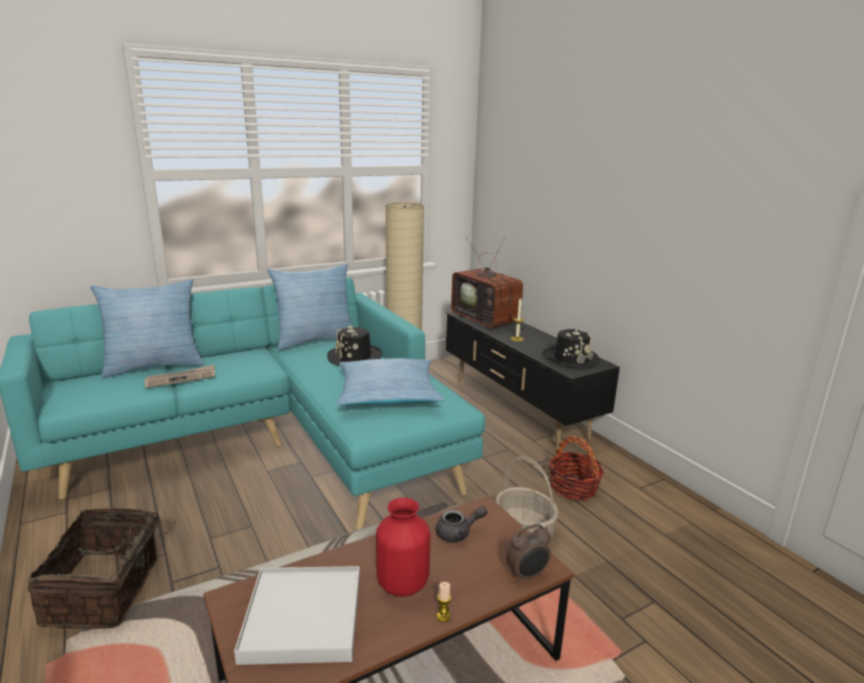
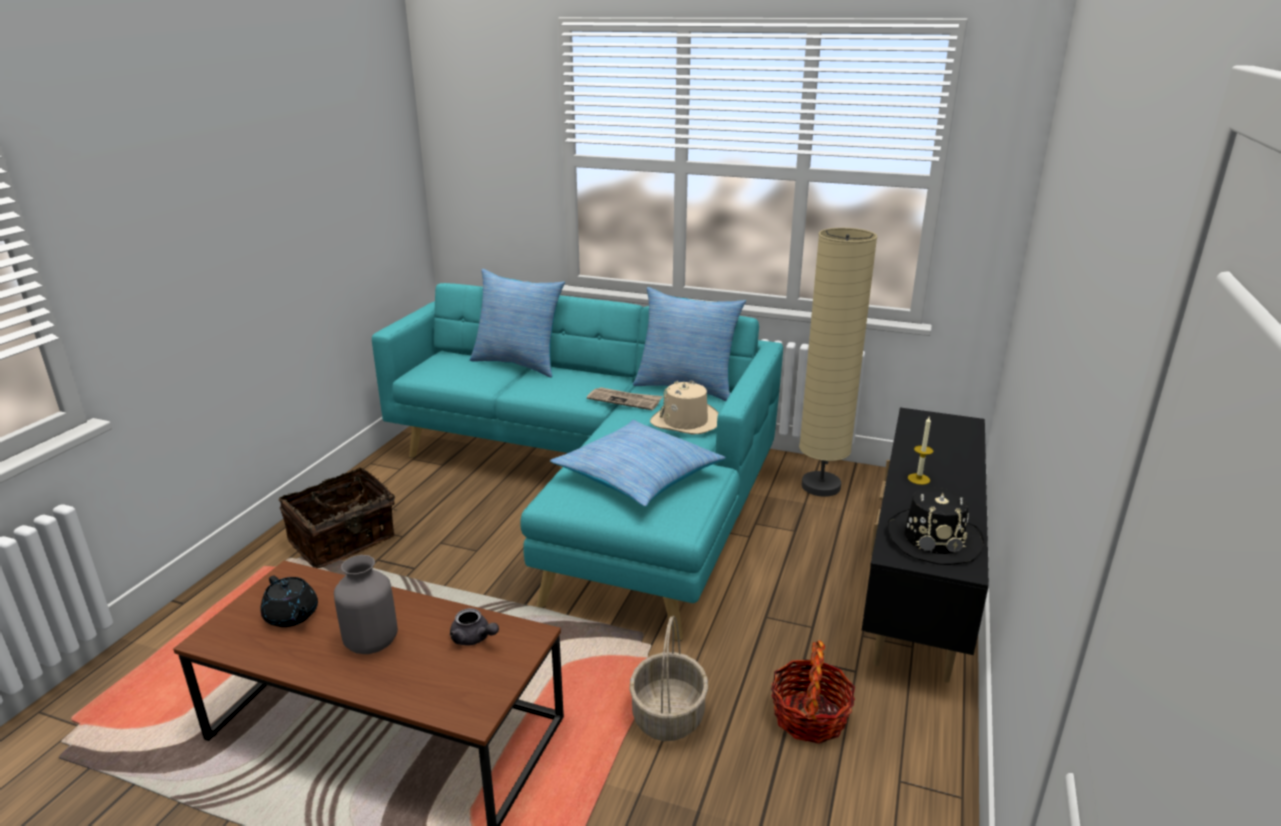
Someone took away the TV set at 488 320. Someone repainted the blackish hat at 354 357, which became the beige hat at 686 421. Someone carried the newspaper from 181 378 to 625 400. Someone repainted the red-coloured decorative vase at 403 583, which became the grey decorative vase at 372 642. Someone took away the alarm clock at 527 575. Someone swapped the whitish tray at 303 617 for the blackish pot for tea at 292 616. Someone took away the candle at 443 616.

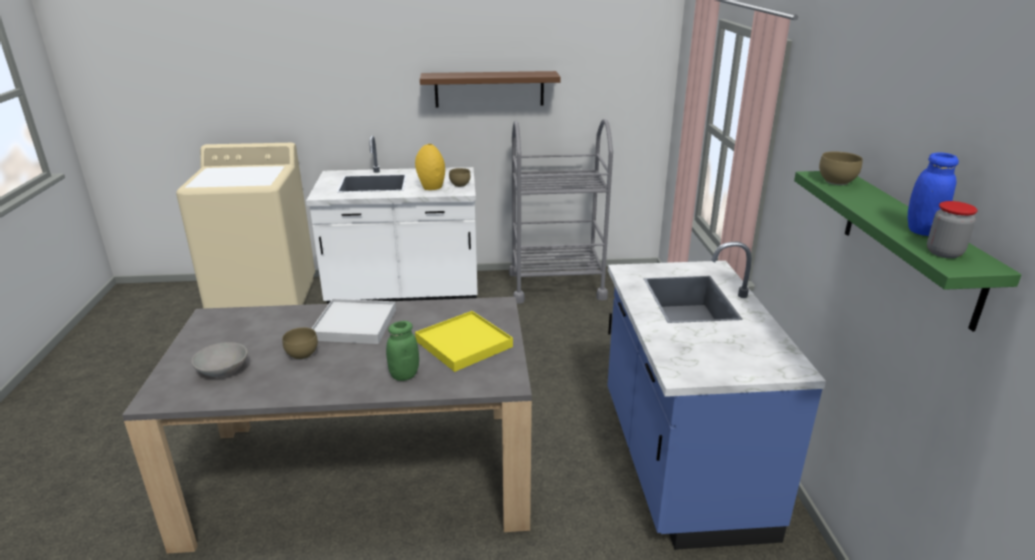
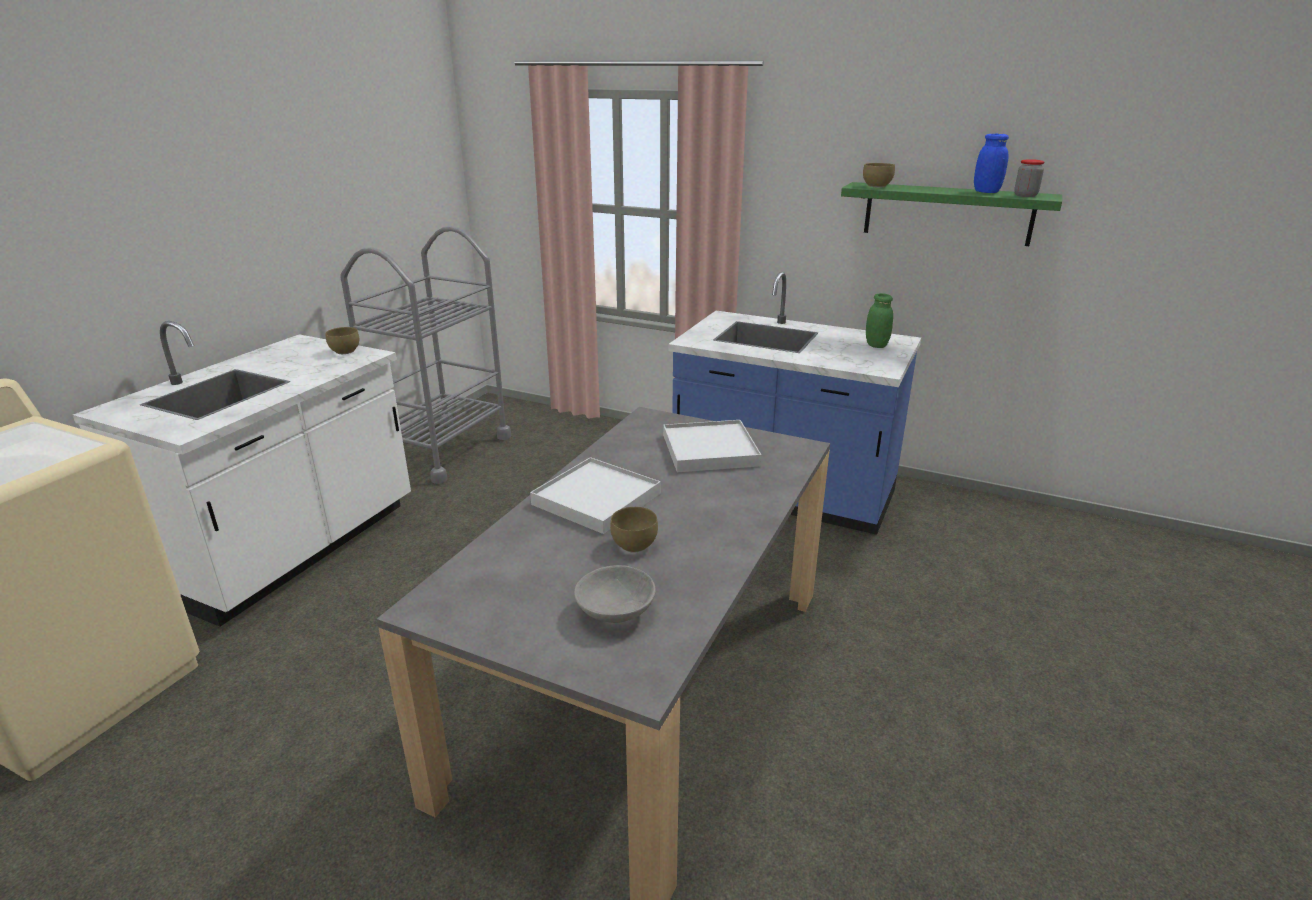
Someone took away the brownish shelf at 489 89. Someone took away the yellow-coloured decorative vase at 431 187. Someone repainted the yellow-coloured tray at 463 344, which became the whitish tray at 709 450. Someone carried the green jar from 404 375 to 876 345.

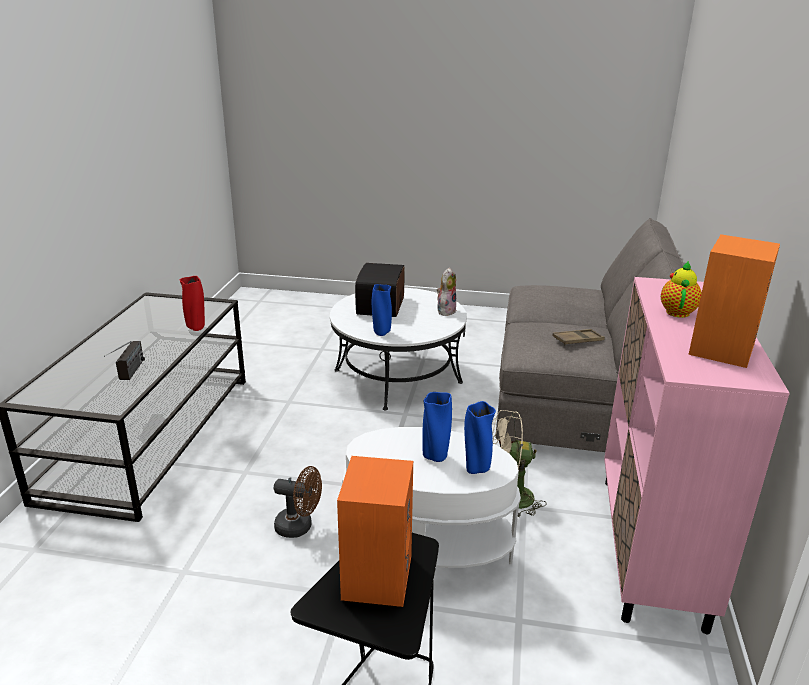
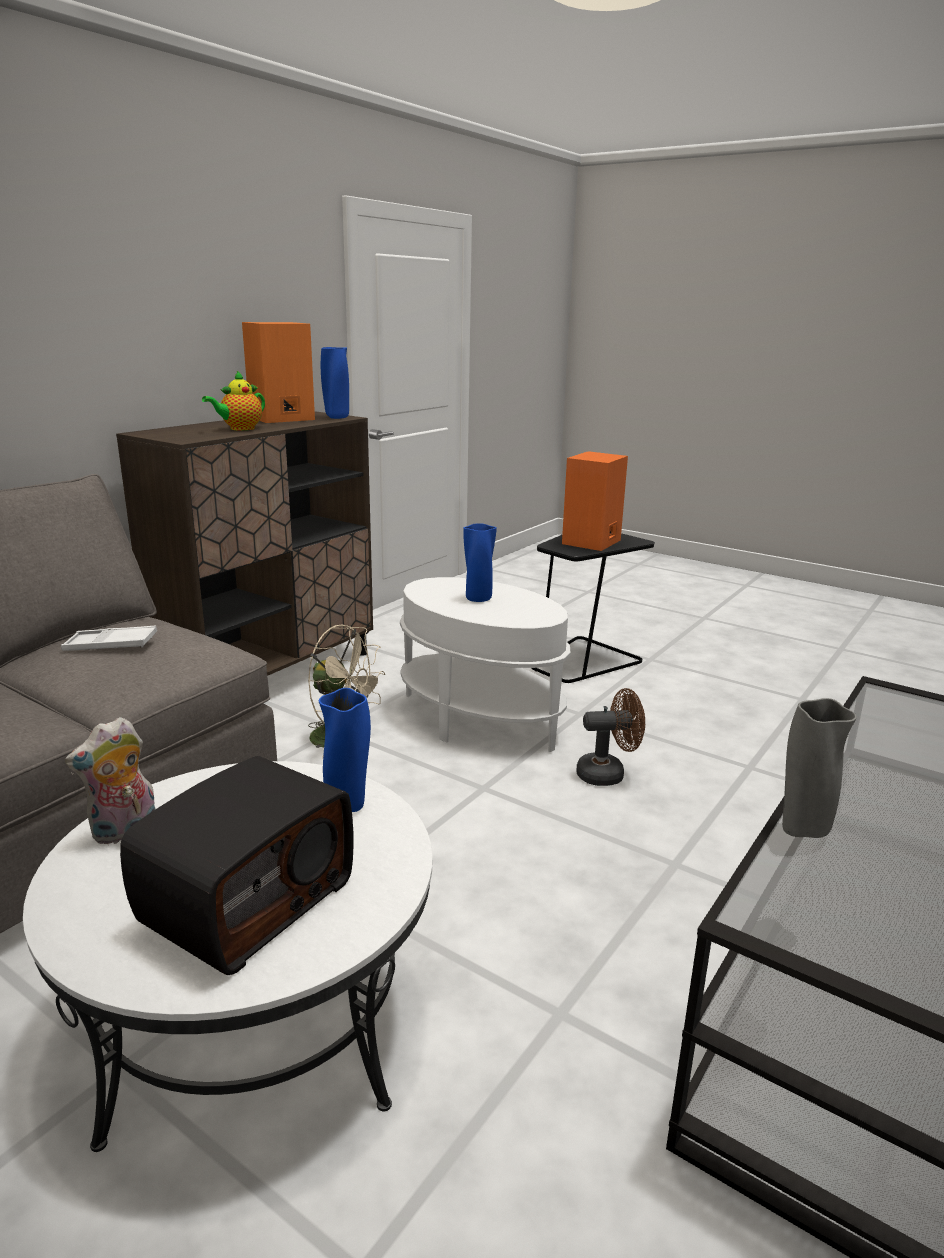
Someone repainted the red-coloured decorative vase at 196 328, which became the grey decorative vase at 802 830. Someone repainted the pink cupboard at 651 548, which became the brownish cupboard at 272 676. Someone repainted the brownish tray at 577 340, which became the whitish tray at 111 645. Someone took away the radio at 129 375. Someone carried the bluish decorative vase from 476 469 to 336 417. Someone rotated the brownish fan at 299 527 by 135 degrees clockwise.

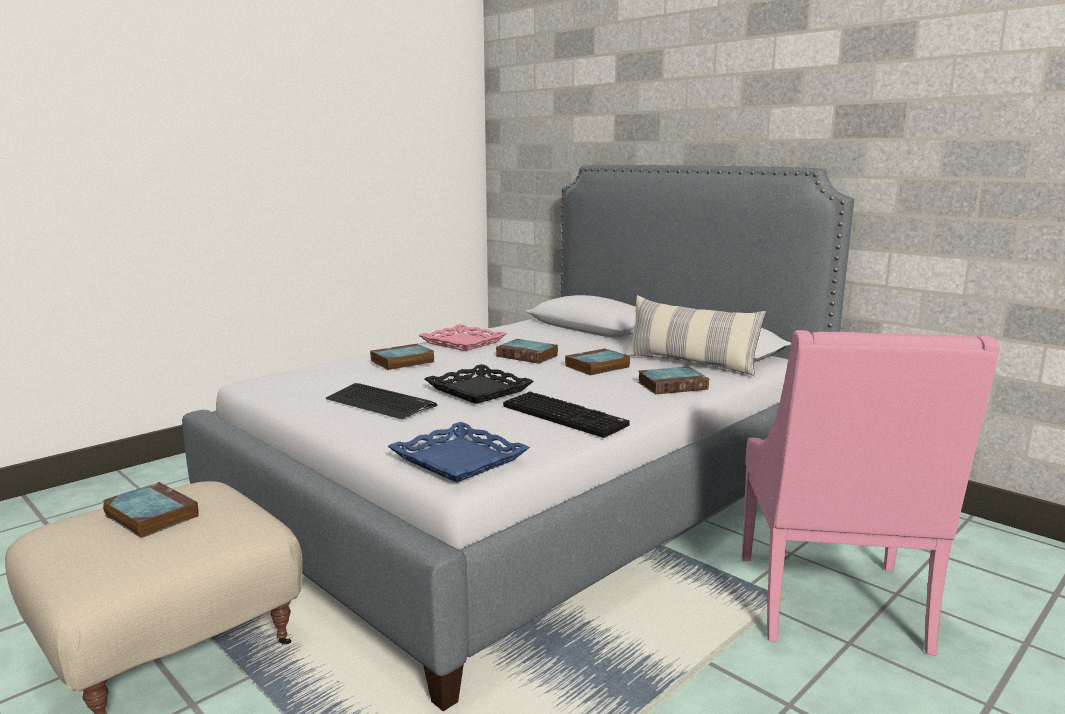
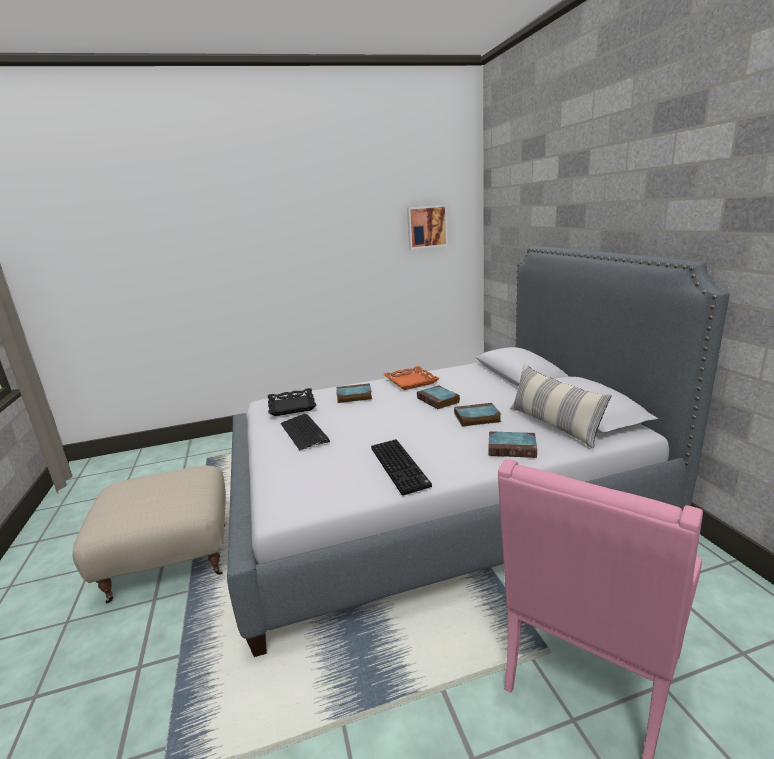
Someone repainted the pink tray at 462 343, which became the orangey tray at 410 381. Someone carried the blackish tray from 479 390 to 292 406. Someone took away the bluish tray at 457 460. Someone took away the volume at 149 515. Someone put up the picture at 426 227.

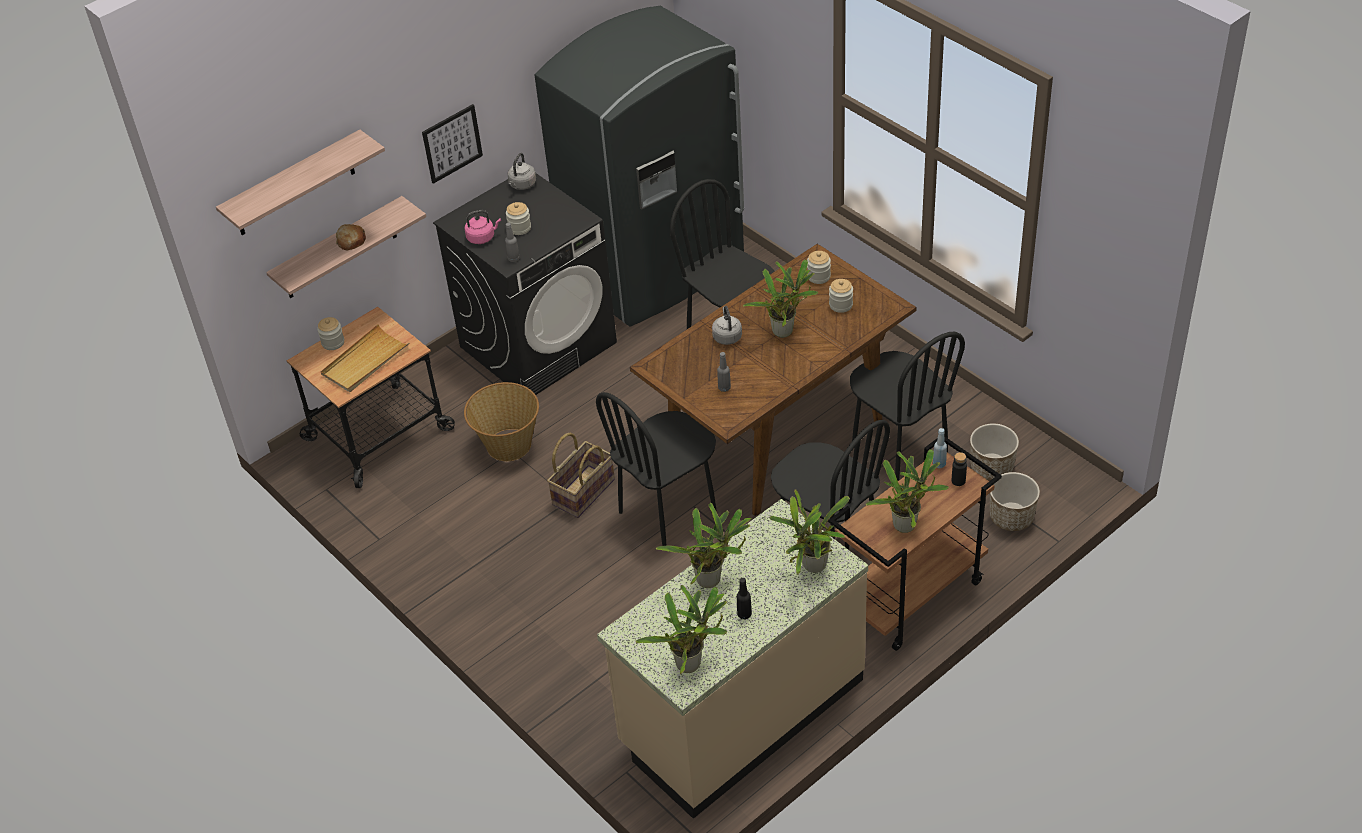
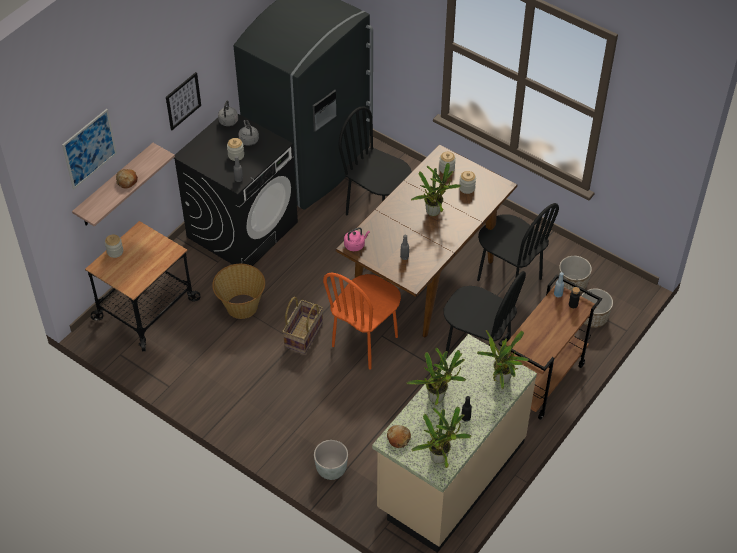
Someone swapped the shelf at 293 185 for the picture at 89 148. Someone carried the pink water kettle from 482 237 to 355 245. Someone carried the grey water kettle from 727 336 to 248 139. Someone took away the beige tray at 365 361. Someone repainted the blackish plain chair at 668 512, which became the orangey plain chair at 365 342. Someone took away the houseplant at 907 524. Someone put down the bakery bread at 398 438. Someone put down the grey planter at 331 470.

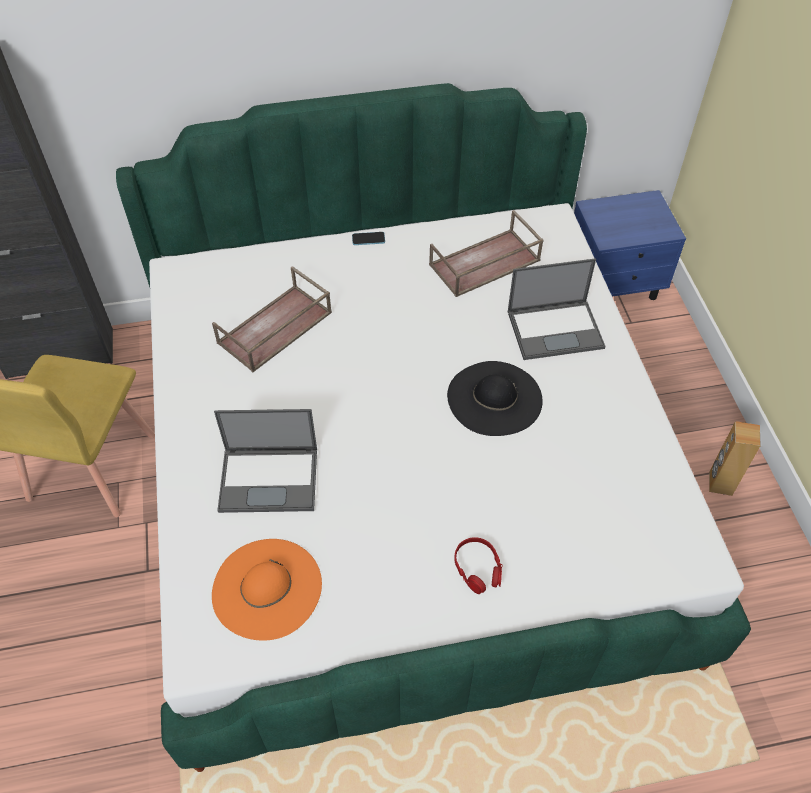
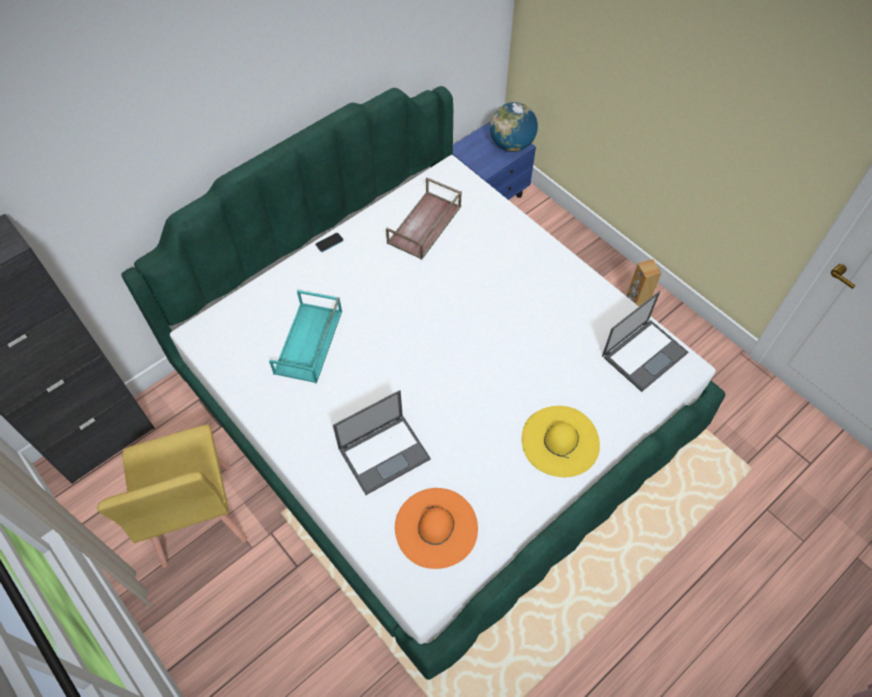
Someone carried the portable computer from 556 329 to 644 354. Someone repainted the brownish tray at 275 329, which became the turquoise-coloured tray at 309 343. Someone took away the blackish hat at 494 398. Someone swapped the red-coloured headset at 478 568 for the yellow-coloured hat at 560 441. Someone put down the world globe at 511 145.

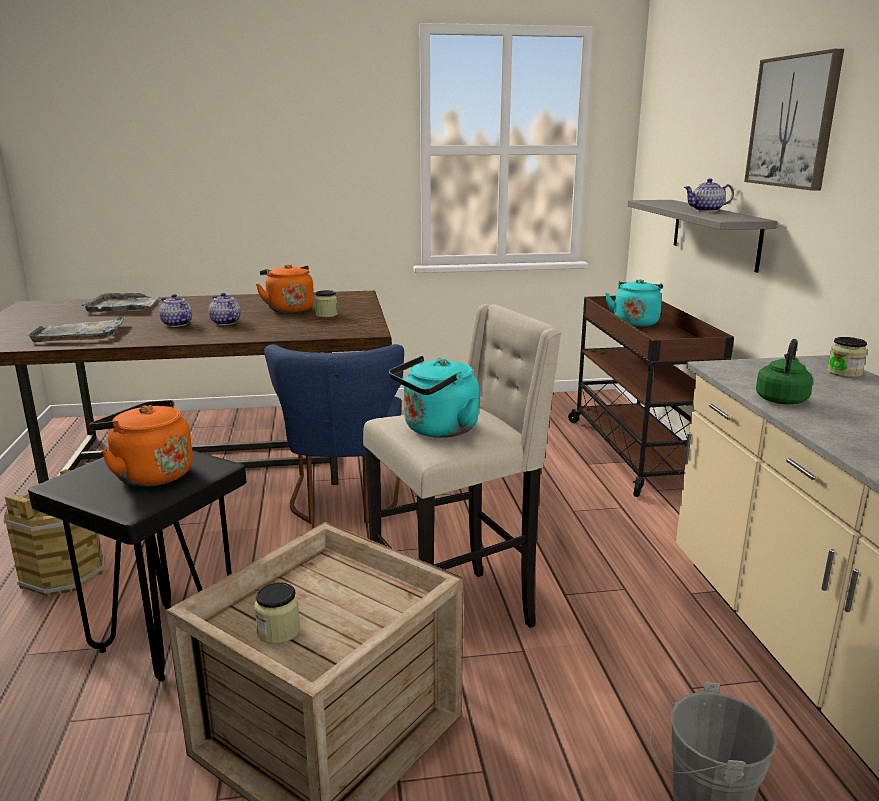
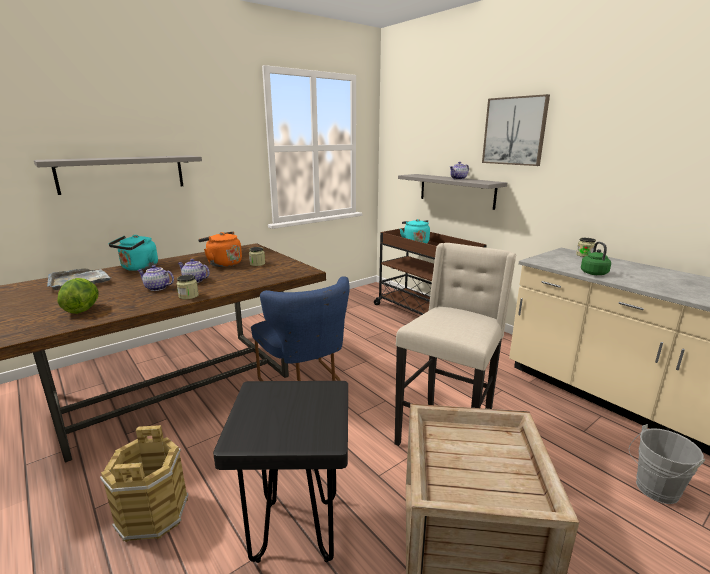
Someone swapped the grey tray at 80 333 for the head of lettuce at 82 310. Someone carried the turquoise-coloured water kettle from 437 430 to 138 268. Someone took away the orangey water kettle at 149 474. Someone carried the jar from 278 631 to 188 296. Someone put up the grey shelf at 122 174.

